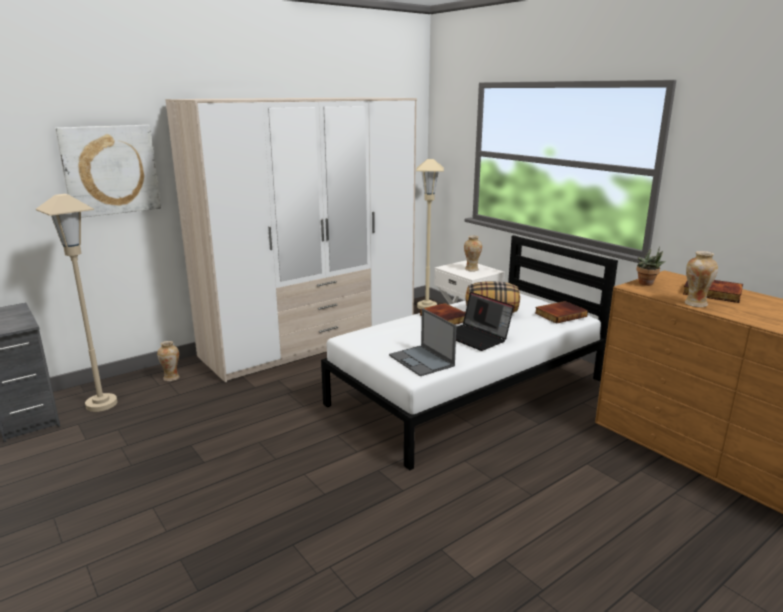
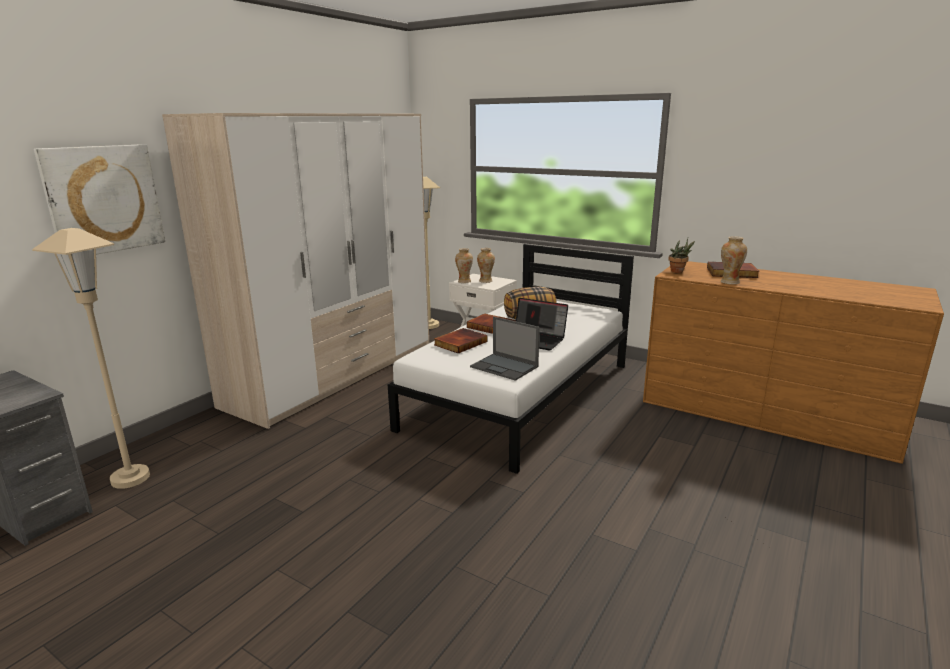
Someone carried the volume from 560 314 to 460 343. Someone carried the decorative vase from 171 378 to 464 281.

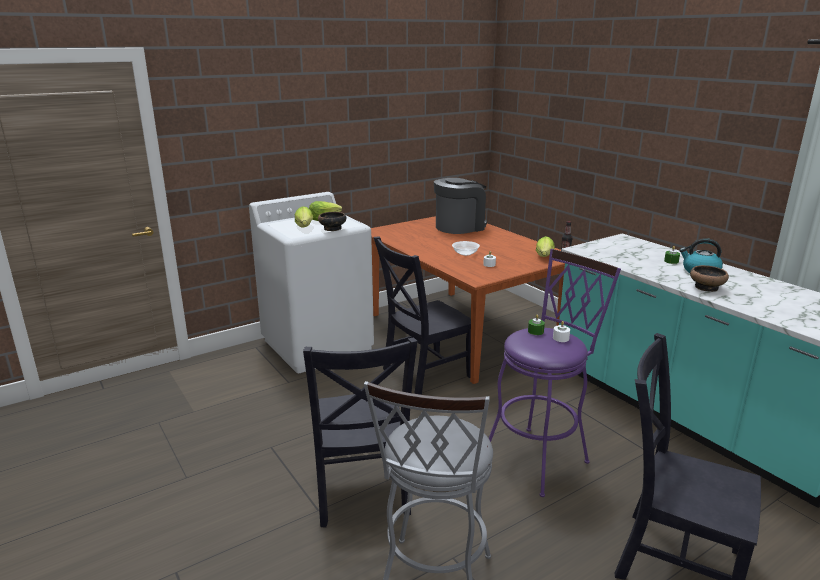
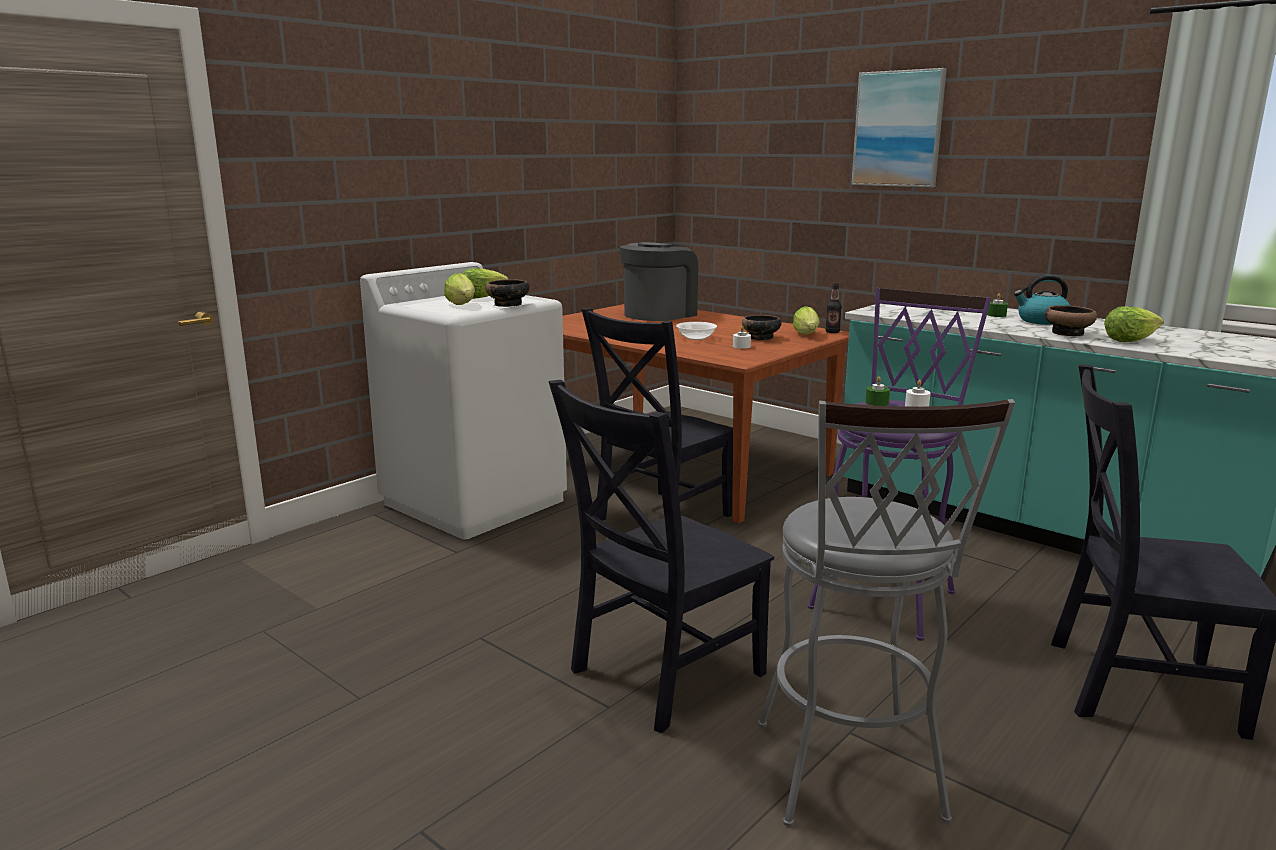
Someone rotated the blackish plain chair at 360 493 by 75 degrees clockwise. Someone put up the picture at 898 129. Someone put down the head of lettuce at 1129 340. Someone put down the bowl at 760 338.

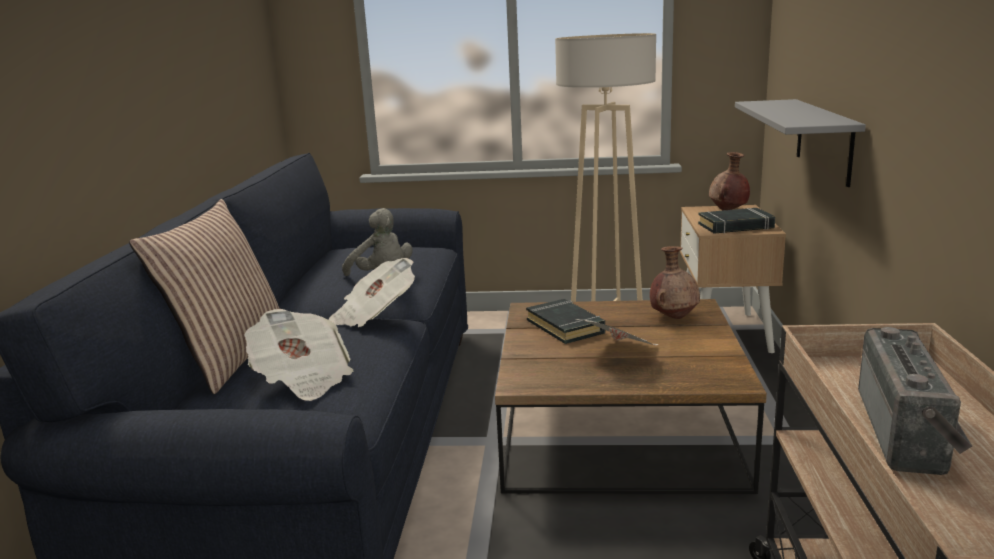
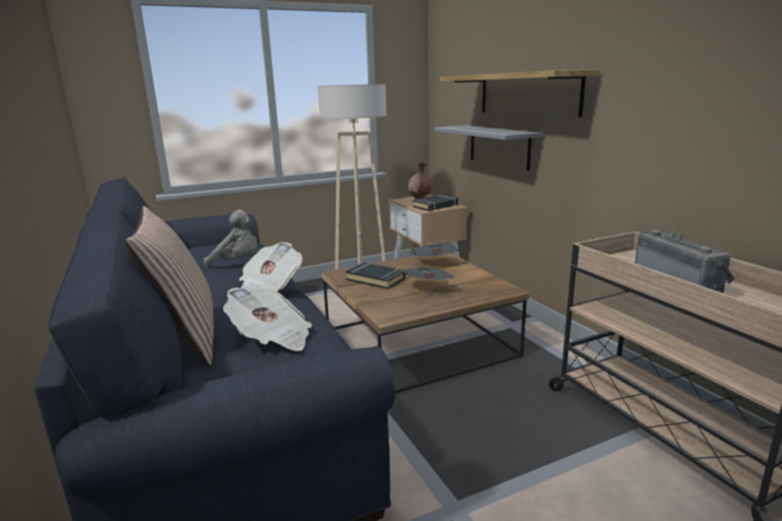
Someone swapped the brownish decorative vase at 674 317 for the newspaper at 434 263. Someone put up the shelf at 527 94.

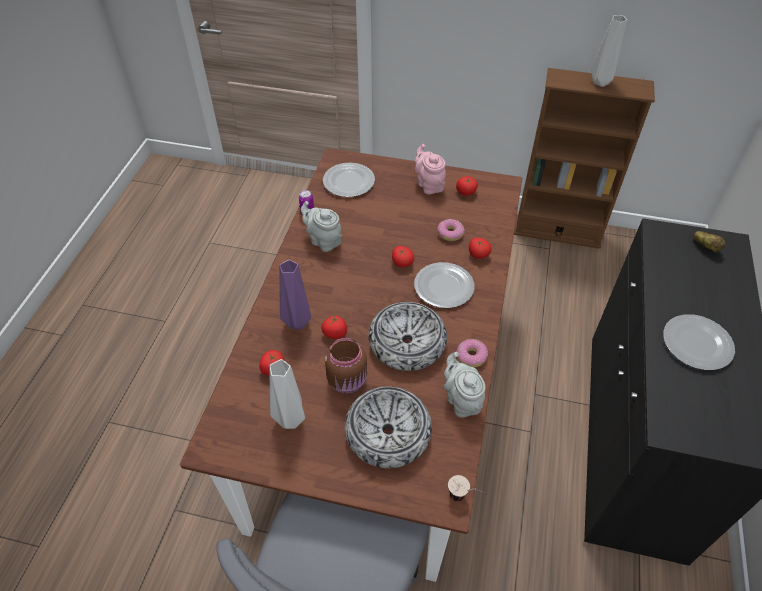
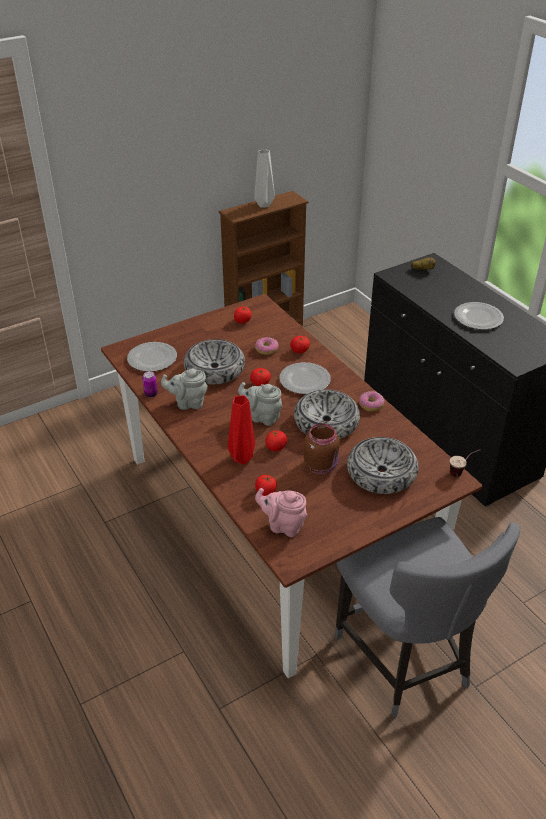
Someone carried the pink pot for tea from 429 184 to 283 525. Someone repainted the purplish decorative vase at 298 322, which became the red-coloured decorative vase at 243 458. Someone carried the grey pot for tea from 461 400 to 262 417. Someone took away the grey decorative vase at 289 418. Someone put down the bowl at 215 369.

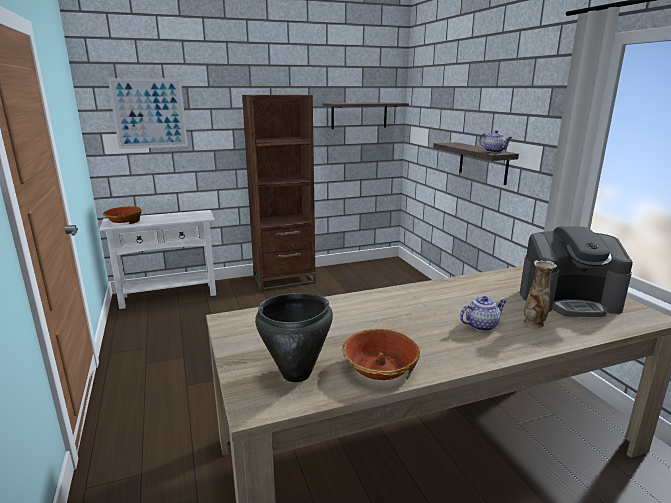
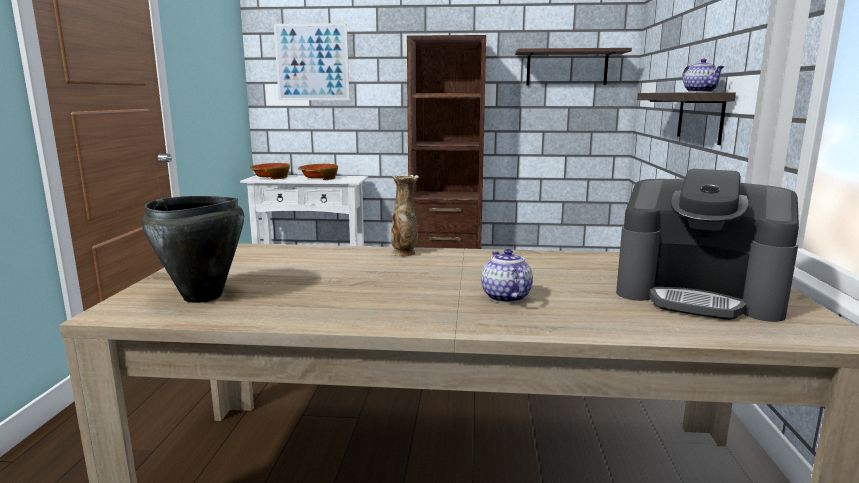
Someone carried the decorative vase from 534 323 to 404 253. Someone rotated the pot for tea at 481 325 by 105 degrees counterclockwise. Someone carried the bowl from 380 368 to 319 178.

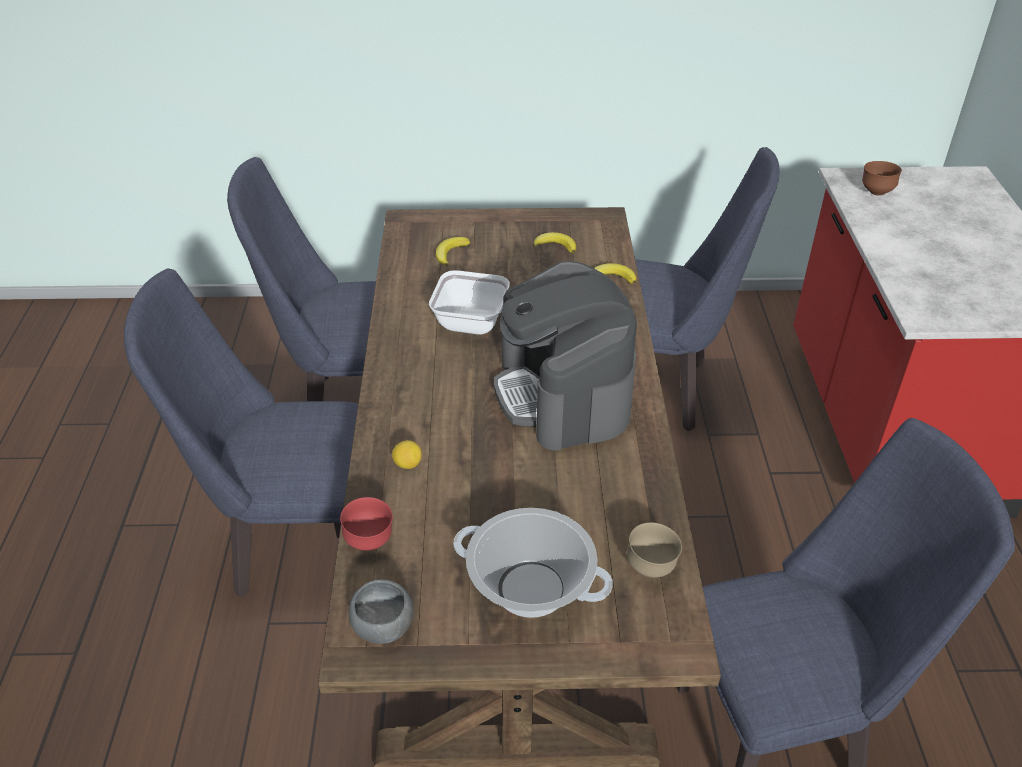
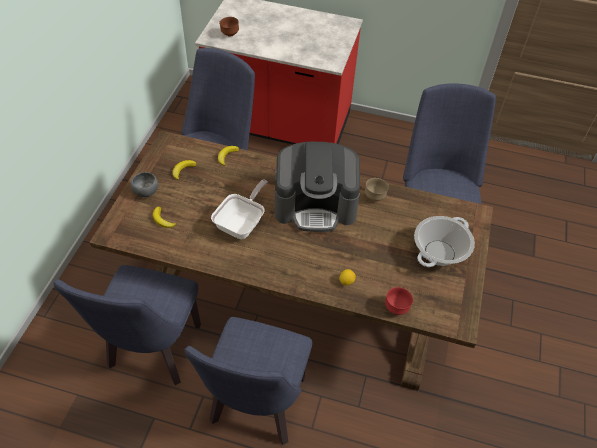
Someone carried the brownish bowl from 651 568 to 374 197. Someone carried the grey bowl from 382 628 to 146 192.

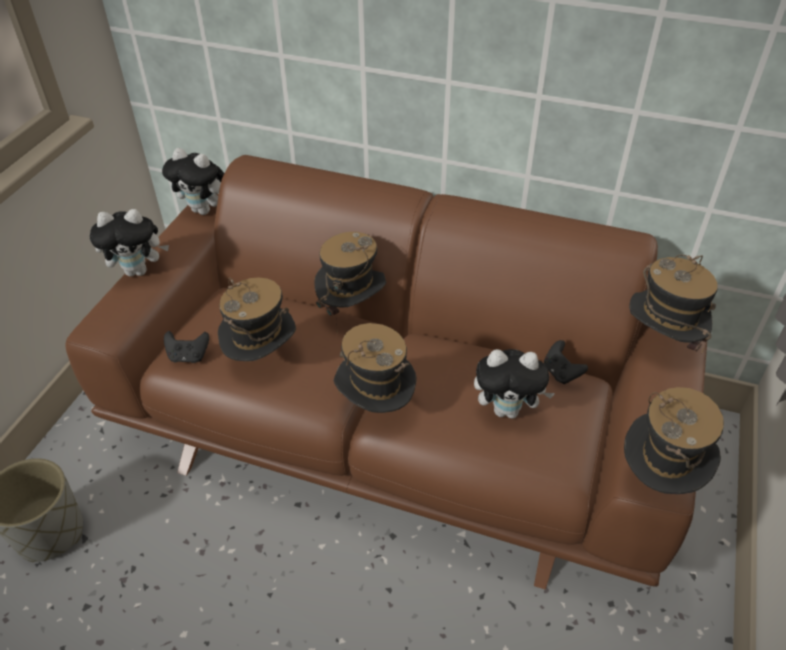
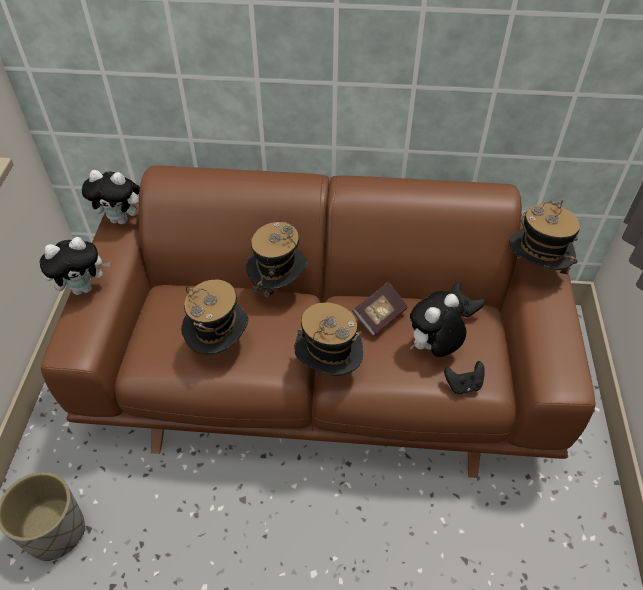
Someone carried the blackish game controller from 188 356 to 463 385. Someone rotated the soft toy at 508 410 by 150 degrees clockwise. Someone took away the hat at 658 480. Someone put down the volume at 379 316.

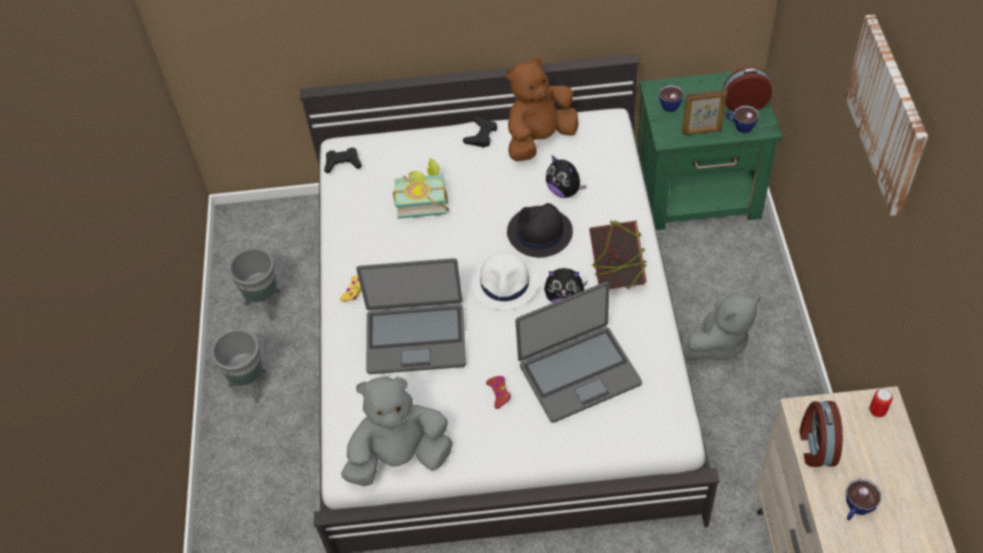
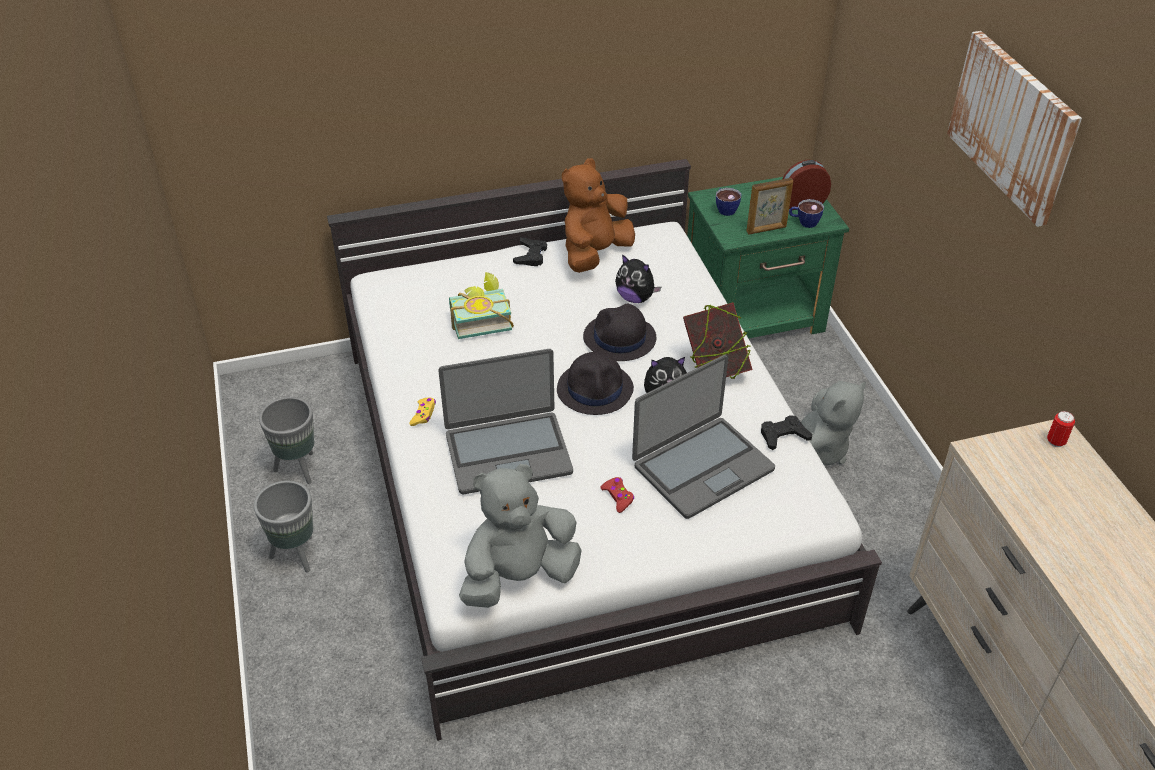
Someone carried the blackish game controller from 343 163 to 783 436. Someone repainted the whitish hat at 505 283, which became the blackish hat at 595 389. Someone took away the alarm clock at 815 446. Someone took away the cup at 856 509.

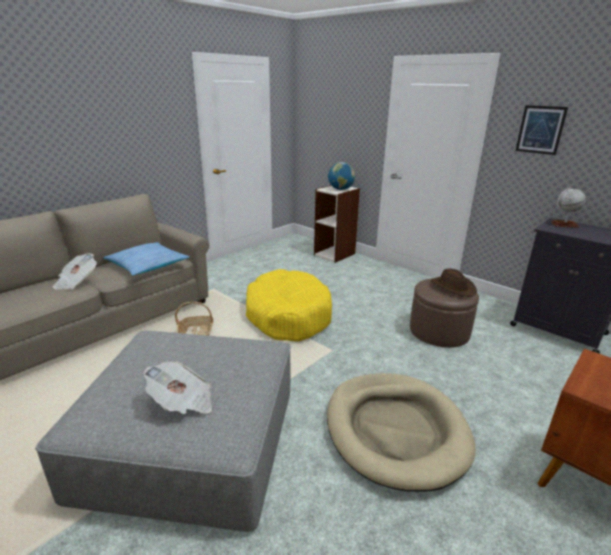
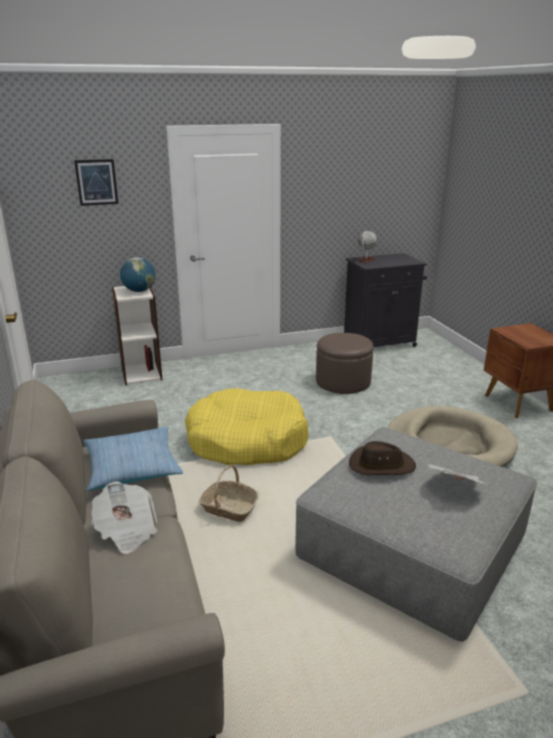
Someone carried the picture from 540 130 to 96 182. Someone carried the brownish hat from 453 287 to 381 465.

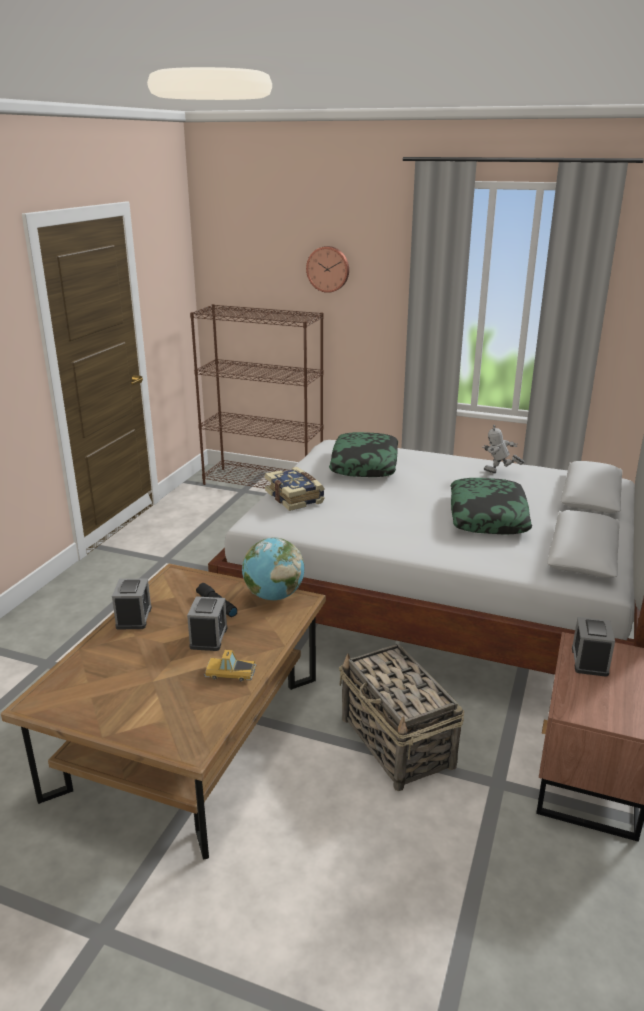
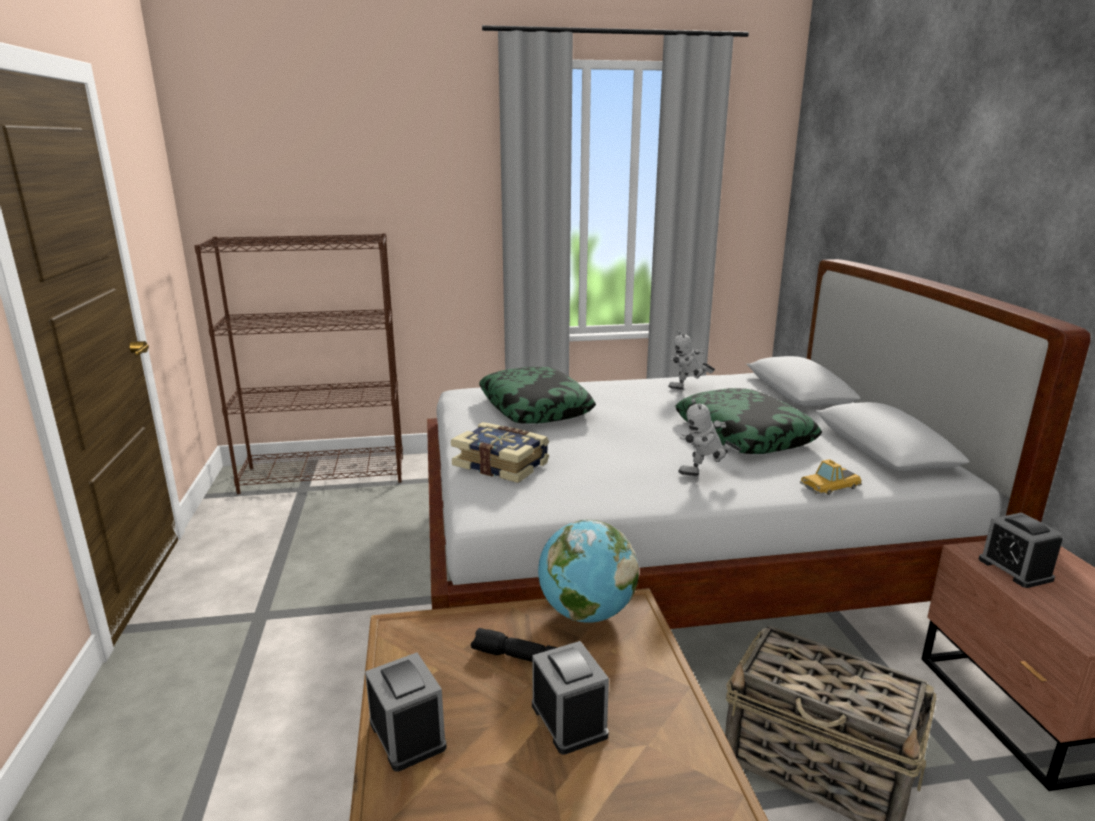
Someone took away the hanging clock at 328 269. Someone carried the model car from 230 672 to 829 485. Someone put down the toy robot at 705 476.

